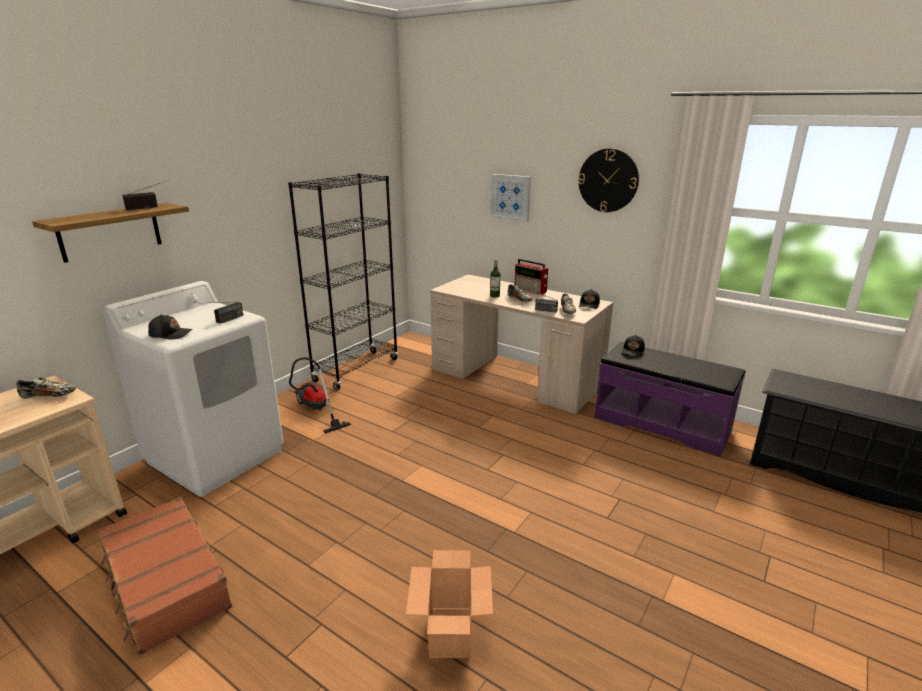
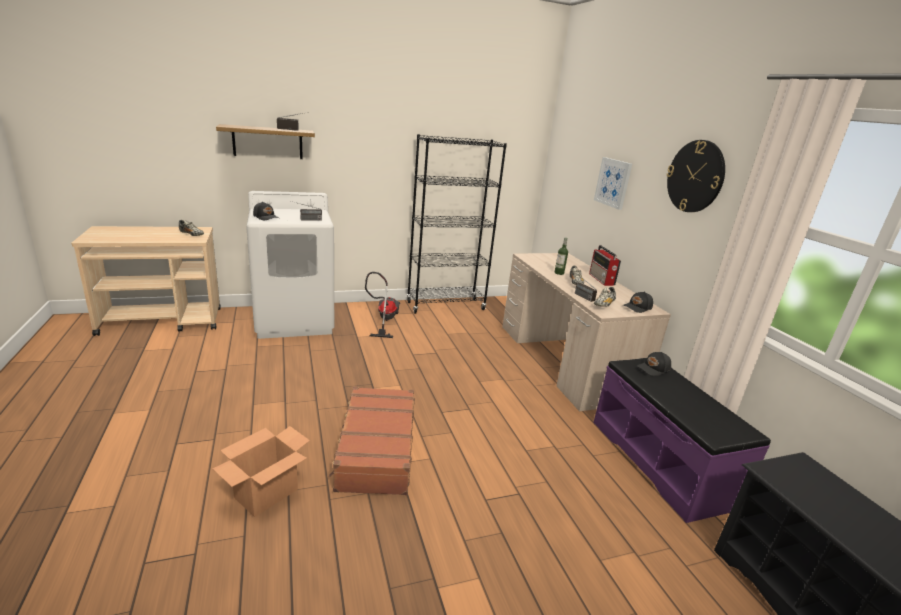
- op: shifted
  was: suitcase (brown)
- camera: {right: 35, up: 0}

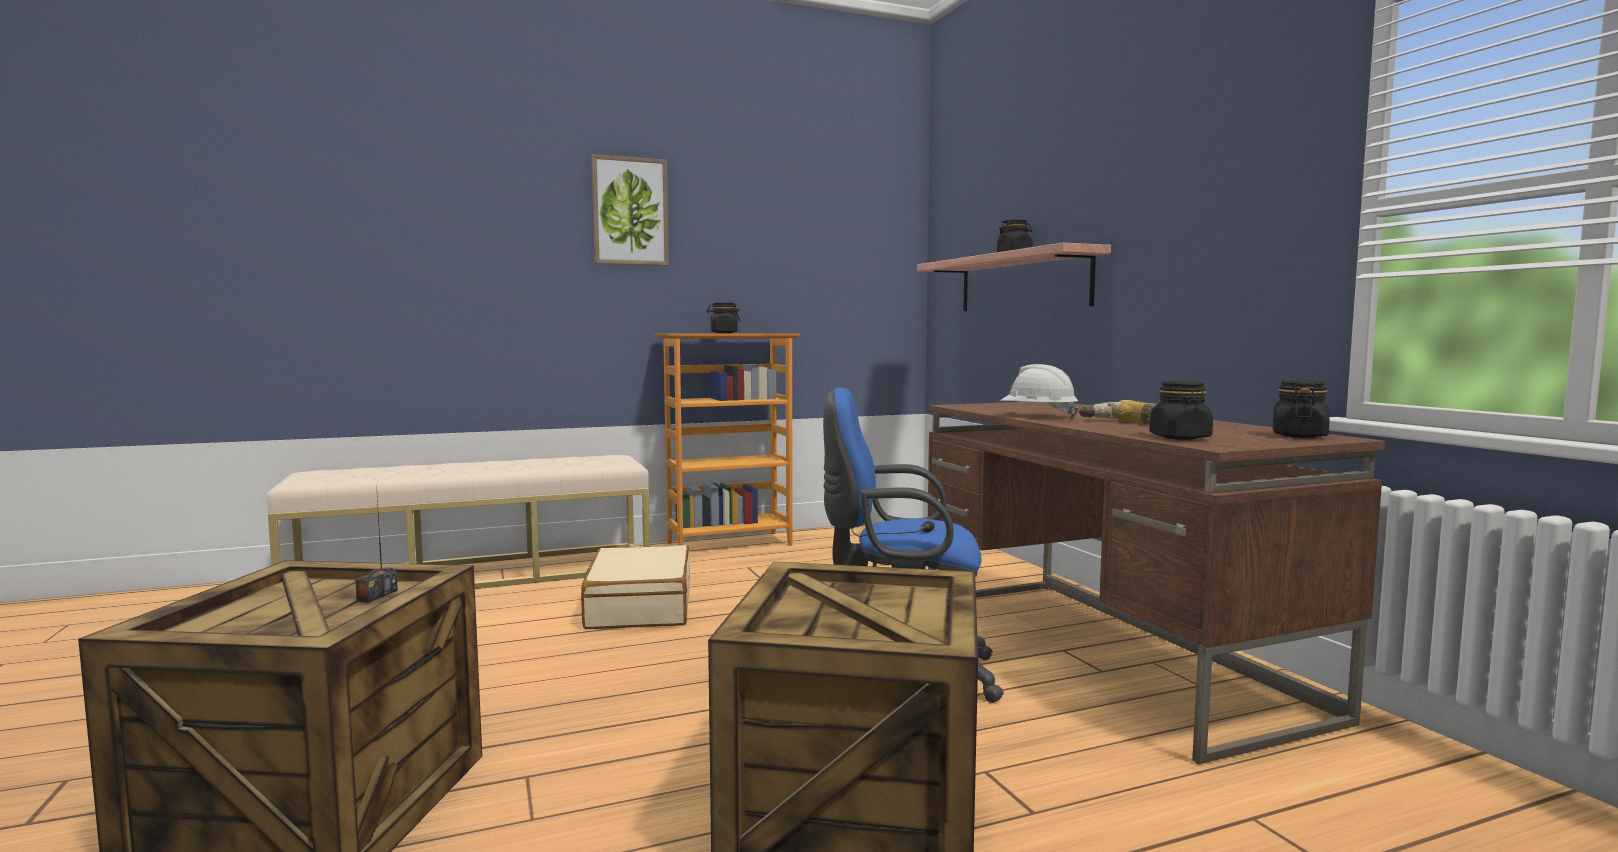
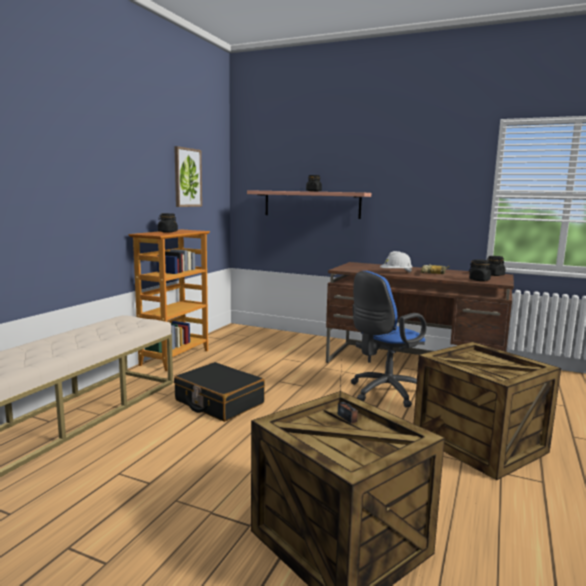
- op: repainted
  was: suitcase (beige-coloured)
  now: suitcase (black)
- op: shifted
  was: picture
- camera: {right: -45, up: 5}

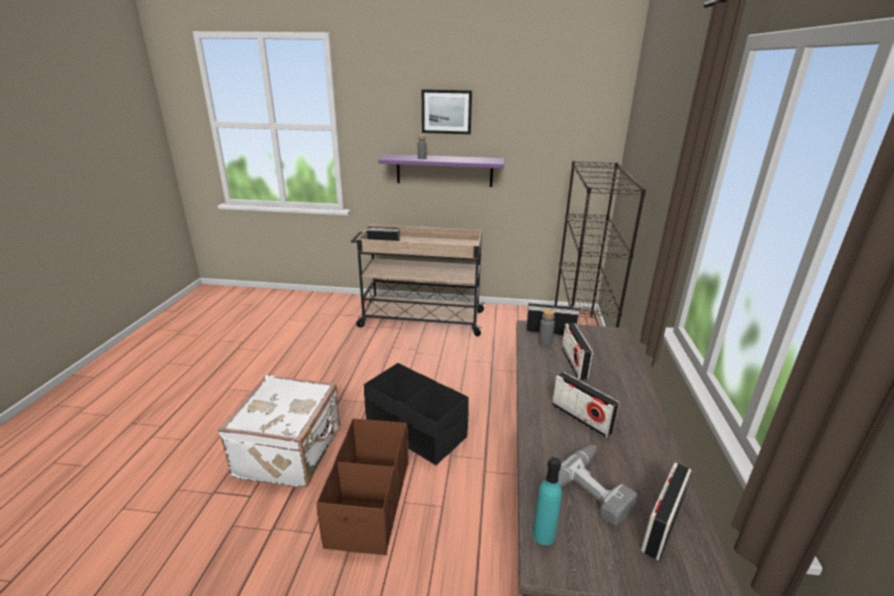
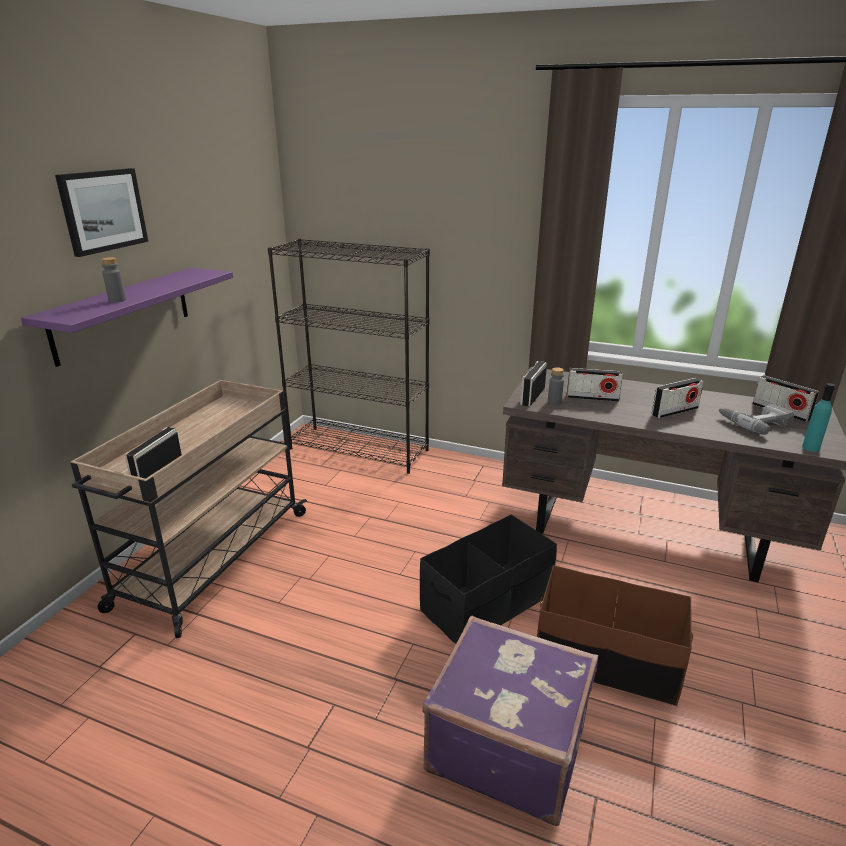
- op: repainted
  was: suitcase (white-coloured)
  now: suitcase (purple)
- camera: {right: -75, up: 0}

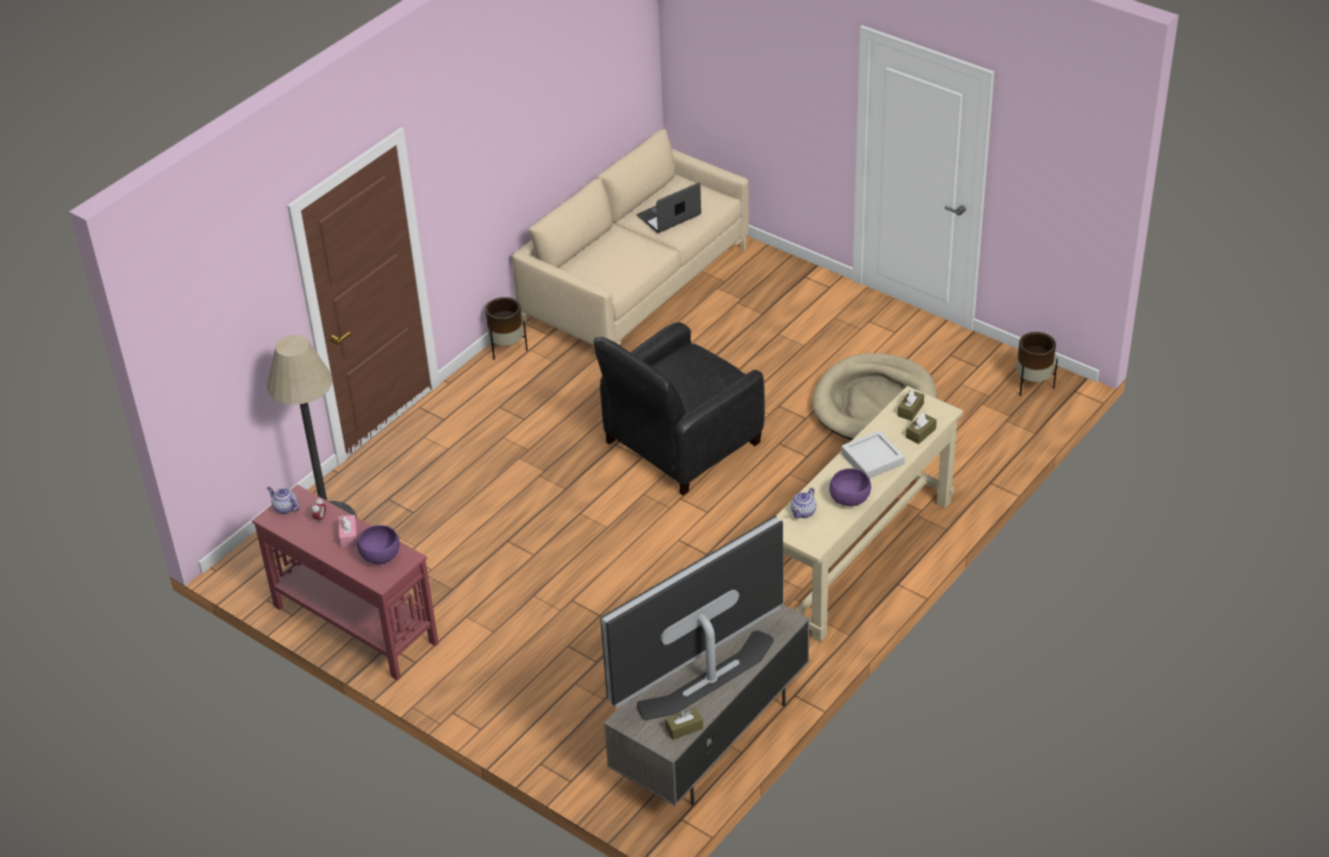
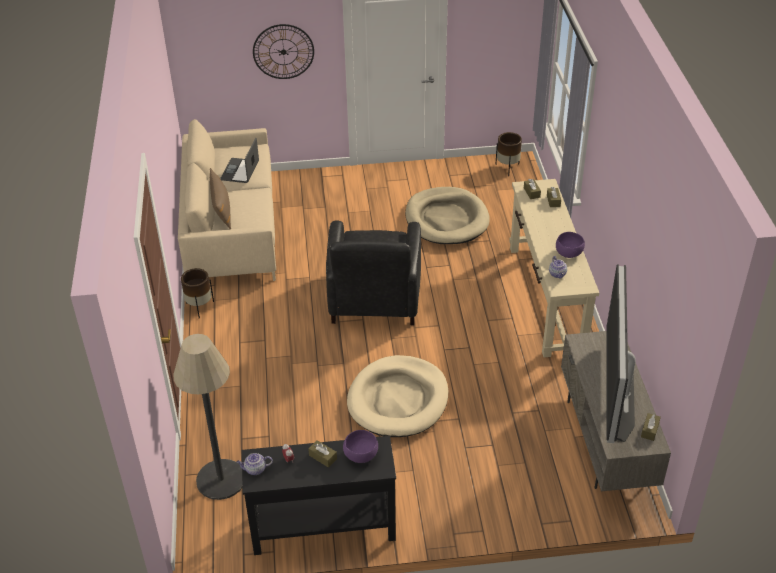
- op: repainted
  was: hall table (reddish)
  now: hall table (black)
- op: repainted
  was: tissue holder (pink-coloured)
  now: tissue holder (brown) (no. 1 from left)
- op: gone
  was: carrying tray (grey)
- op: new
  now: pillow (brown)
- op: new
  now: clock on the wall
- op: new
  now: dog cushion (beige-coloured) (no. 1 from left)
- camera: {right: -45, up: 0}

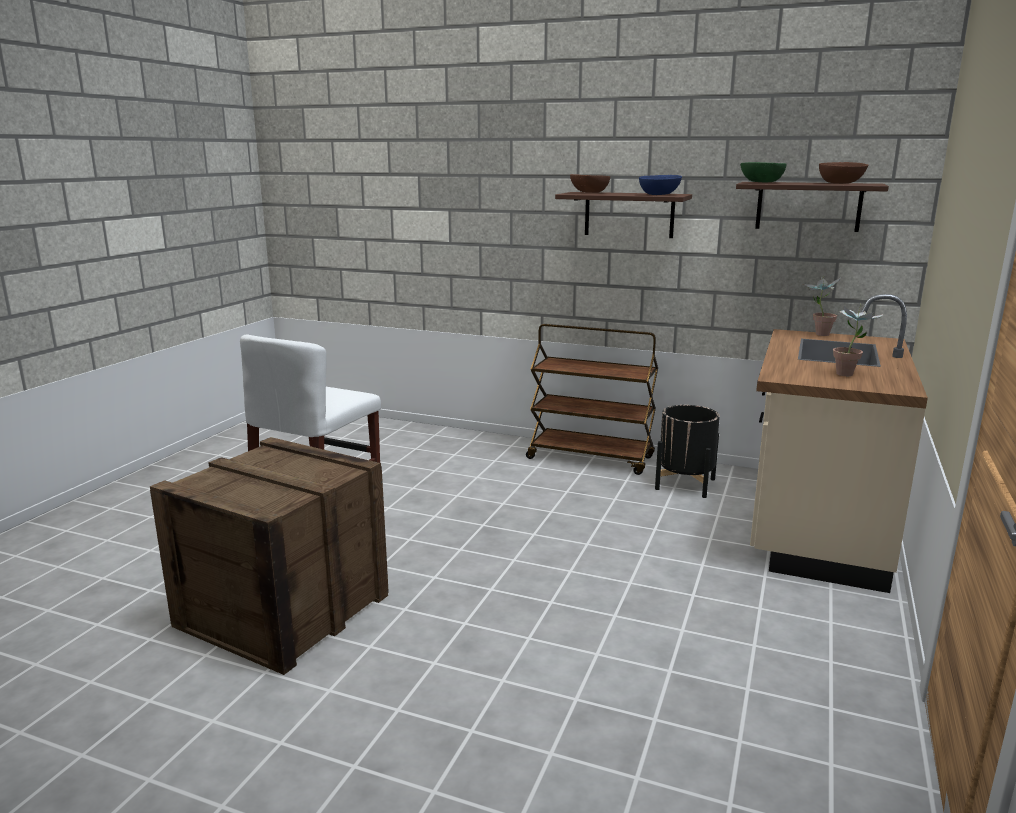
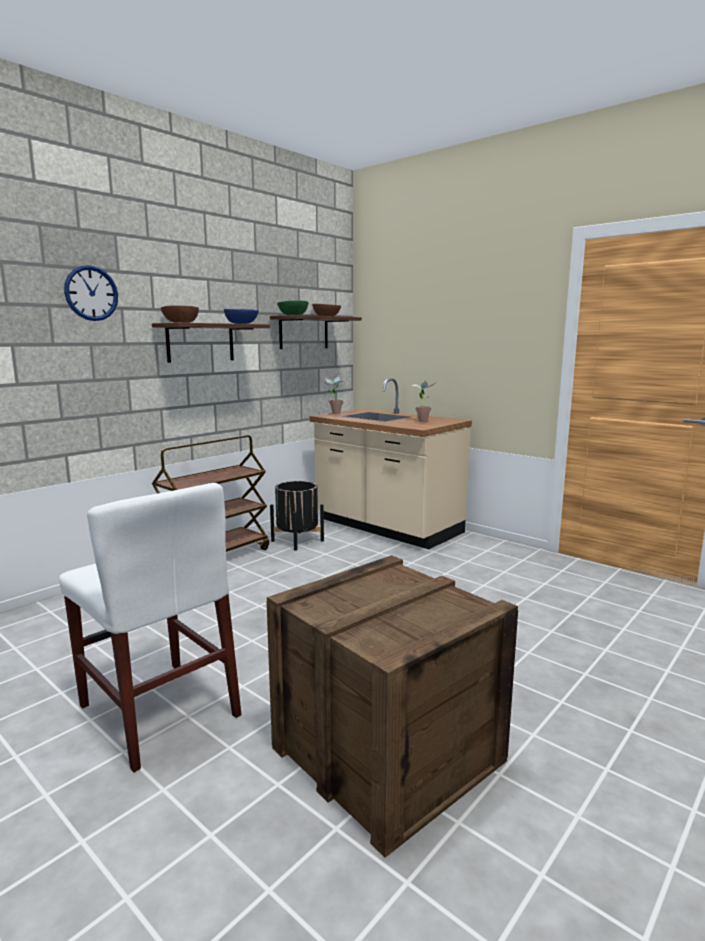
- op: new
  now: clock on the wall
- camera: {right: -70, up: -5}

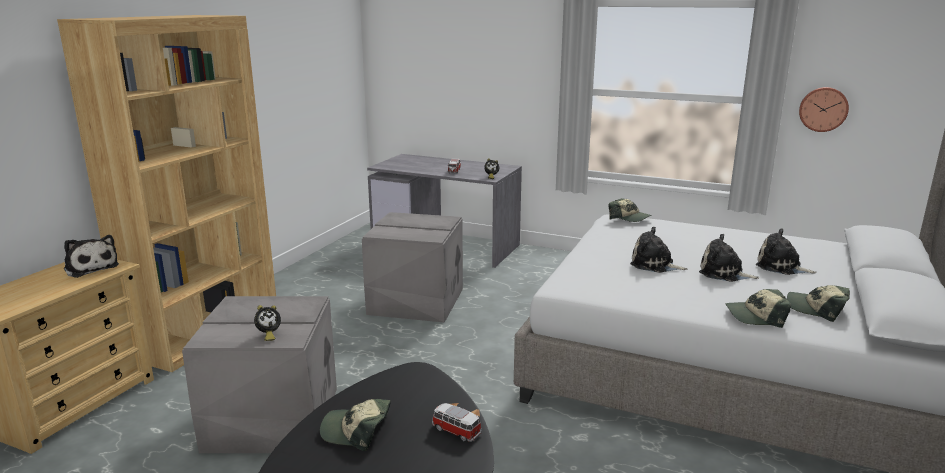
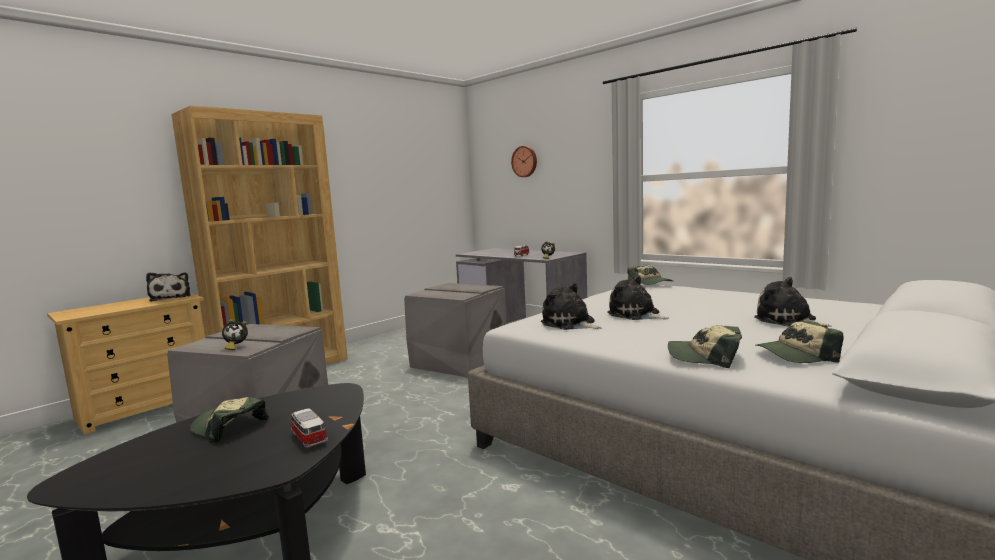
- op: shifted
  was: plush toy (no. 3 from left in the first image)
  now: plush toy (no. 2 from left)
- op: rotated
  was: peaked cap (no. 4 from left)
  clockwise: -60
- op: shifted
  was: clock on the wall
- camera: {right: 20, up: -10}

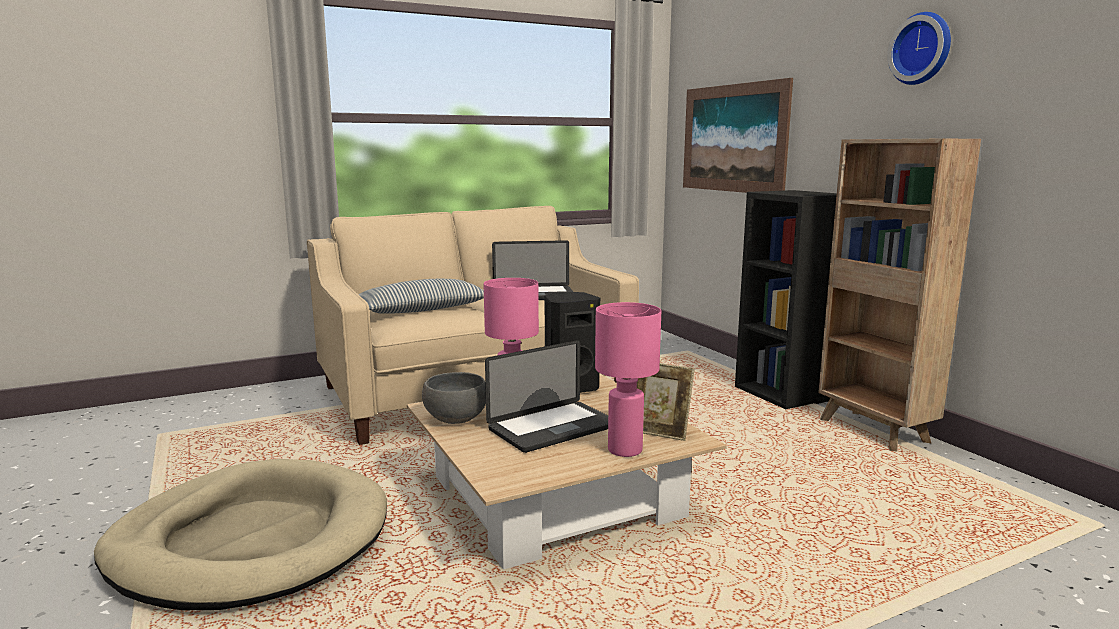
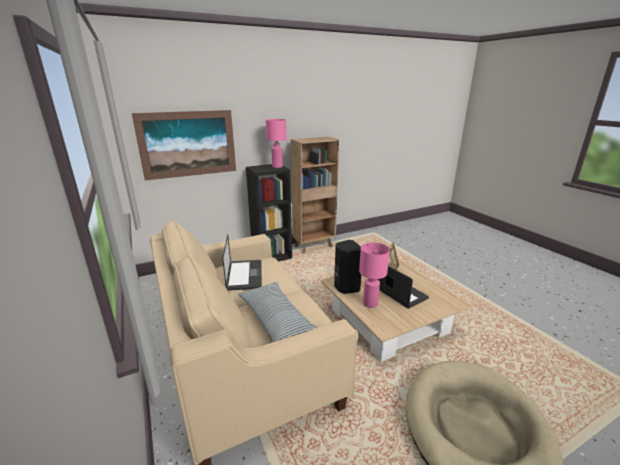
- op: gone
  was: serving bowl (grey)
- op: shifted
  was: lamp for a table (pink-coloured) (no. 2 from left in the first image)
  now: lamp for a table (pink-coloured) (no. 1 from left)
- op: gone
  was: clock on the wall
- camera: {right: -90, up: 10}

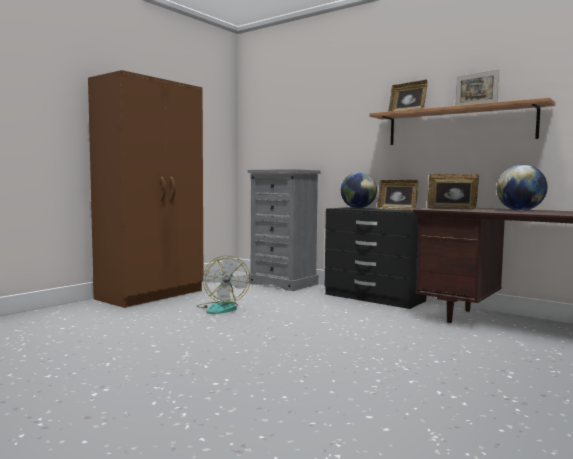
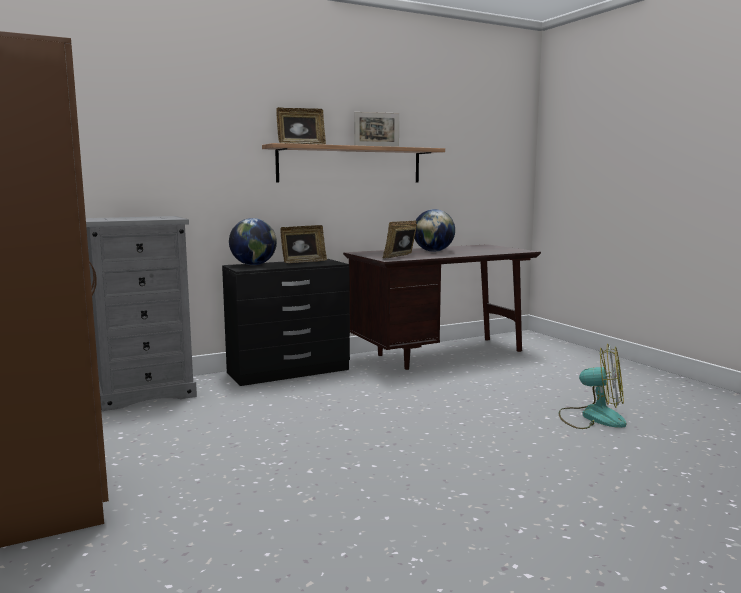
- op: shifted
  was: fan
- camera: {right: -65, up: 5}

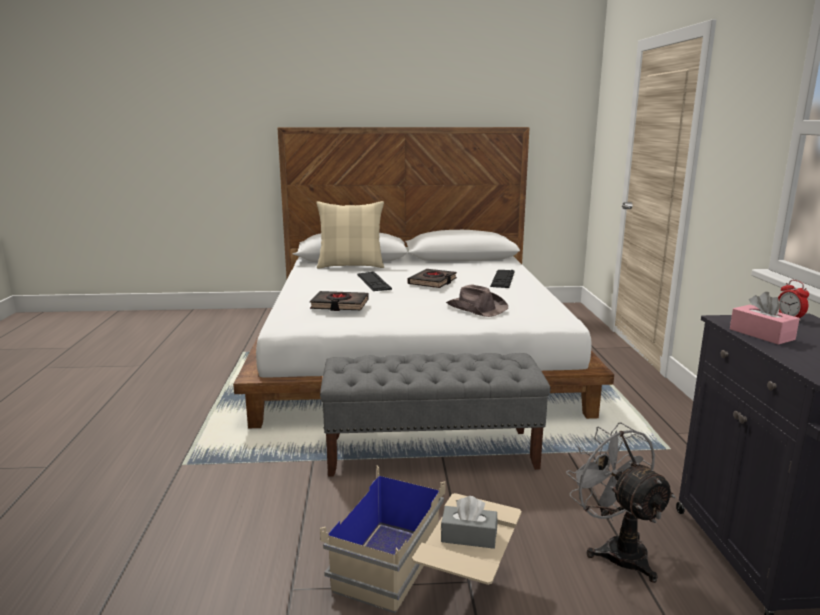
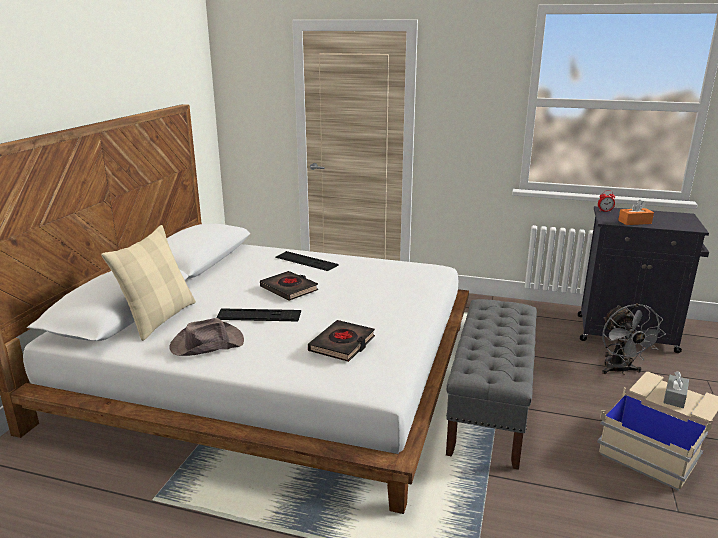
- op: shifted
  was: hat (brown)
- op: rotated
  was: fan (grey)
  clockwise: -90
- op: repainted
  was: tissue holder (pink-coloured)
  now: tissue holder (orangey)
- camera: {right: -70, up: 5}

